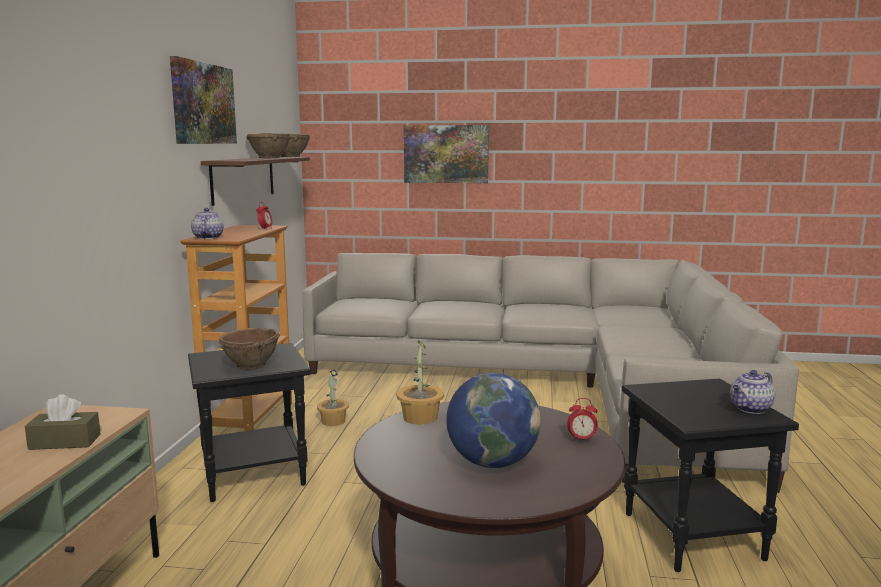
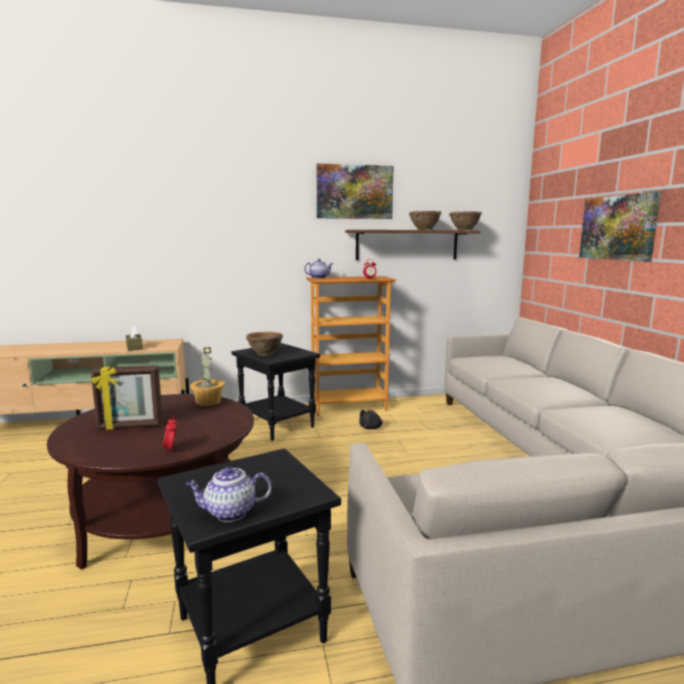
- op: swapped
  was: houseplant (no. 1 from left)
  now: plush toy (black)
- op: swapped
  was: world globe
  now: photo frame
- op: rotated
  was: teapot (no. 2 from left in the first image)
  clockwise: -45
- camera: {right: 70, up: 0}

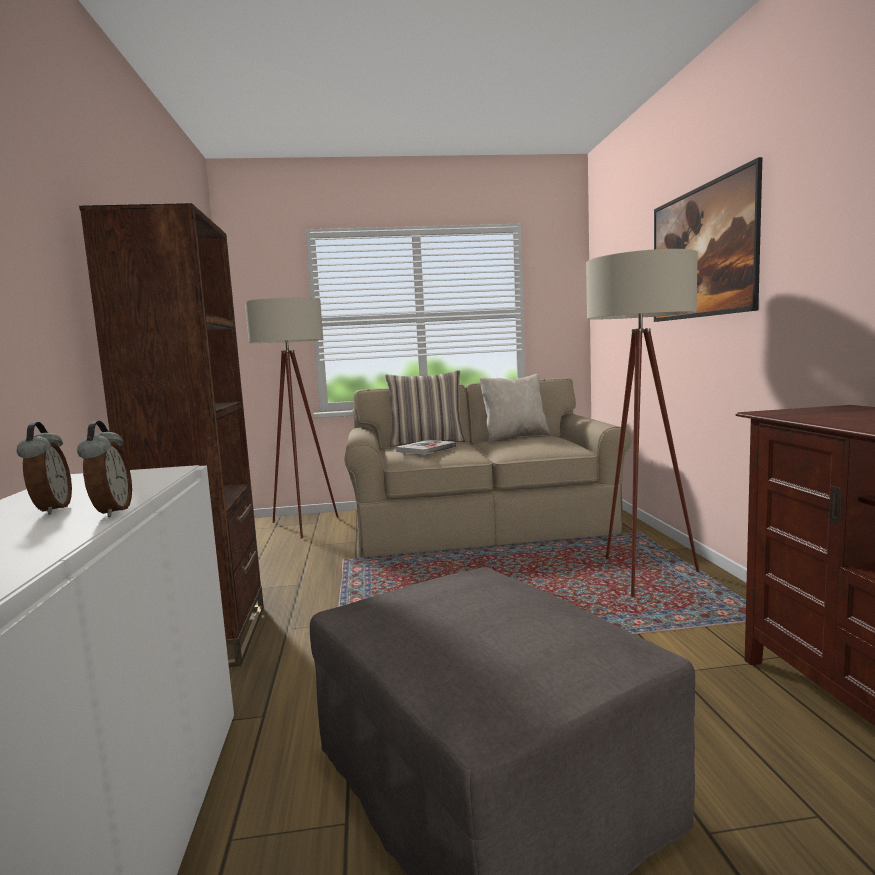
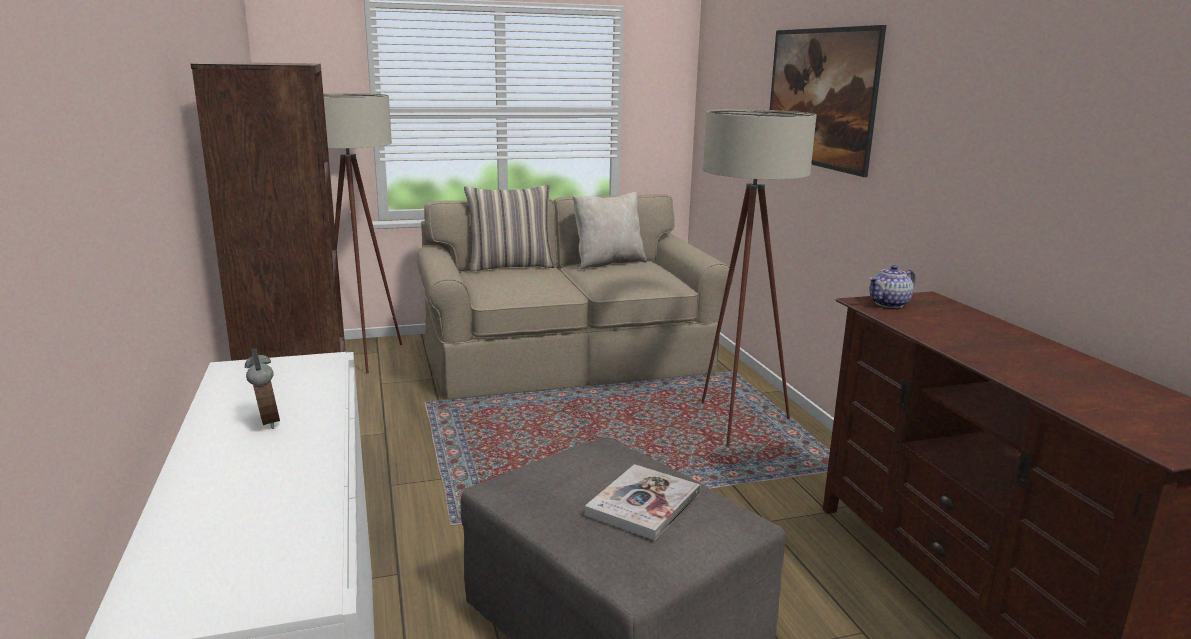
- op: gone
  was: table clock (no. 2 from left)
- op: shifted
  was: volume
- op: new
  now: teapot
- camera: {right: -10, up: 10}

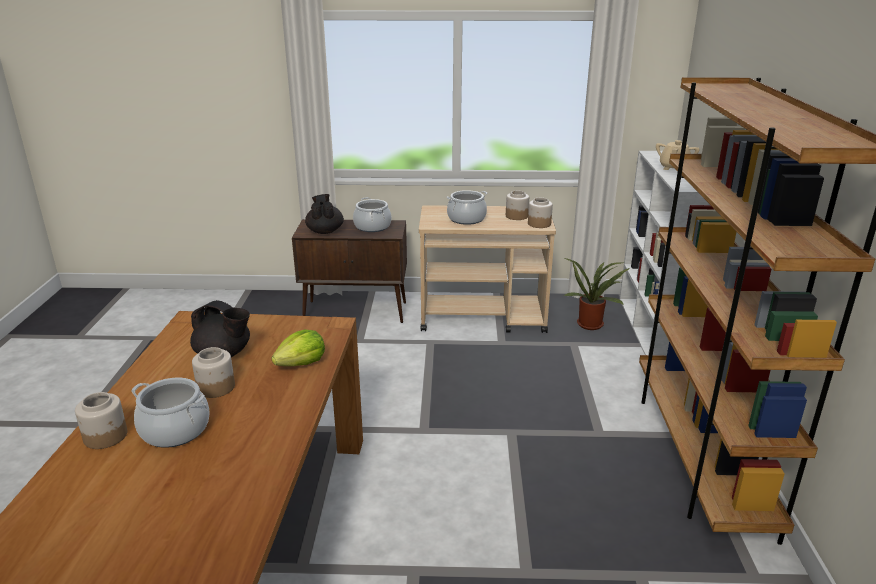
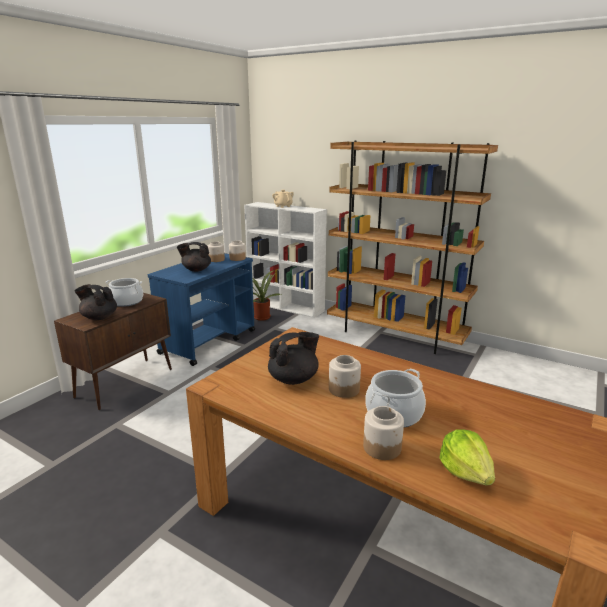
- op: shifted
  was: head of lettuce
- op: repainted
  was: wheeled cart (beige-coloured)
  now: wheeled cart (bluish)
- op: swapped
  was: stockpot (no. 3 from left)
  now: teapot (black) (no. 2 from left)
- camera: {right: -60, up: -5}

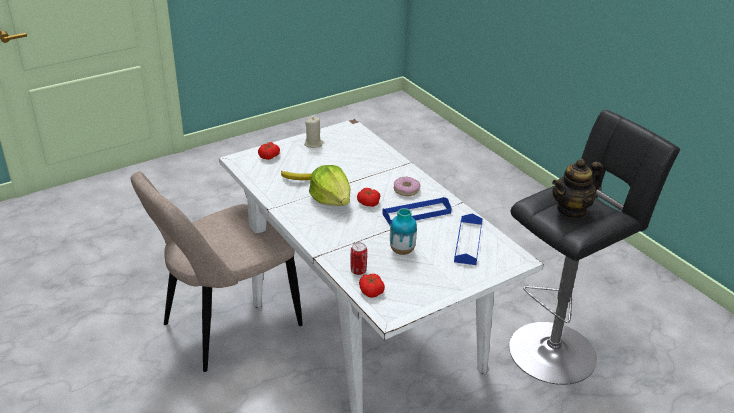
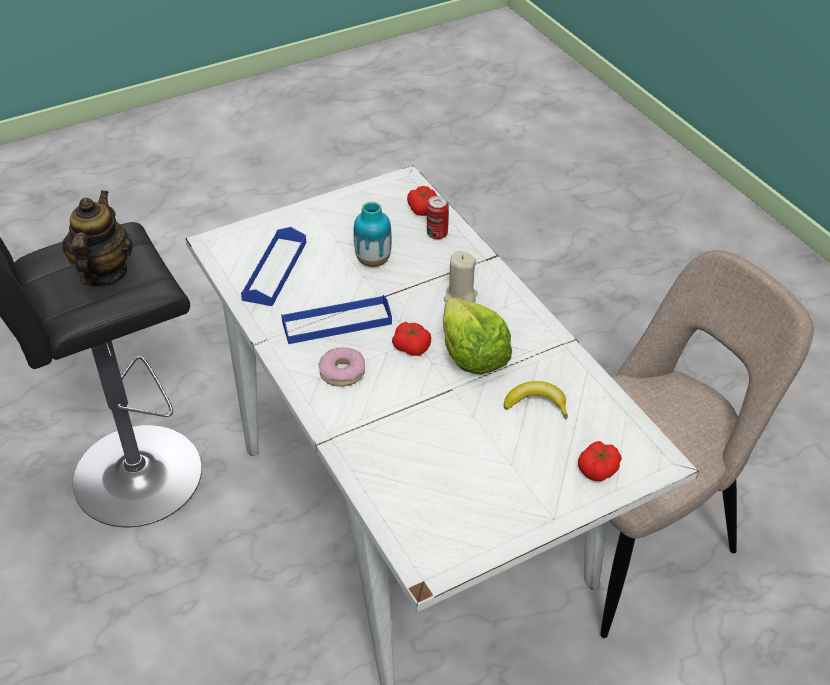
- op: shifted
  was: wax light (beige-coloured)
- op: rotated
  was: teapot
  clockwise: -60
- camera: {right: -175, up: 10}

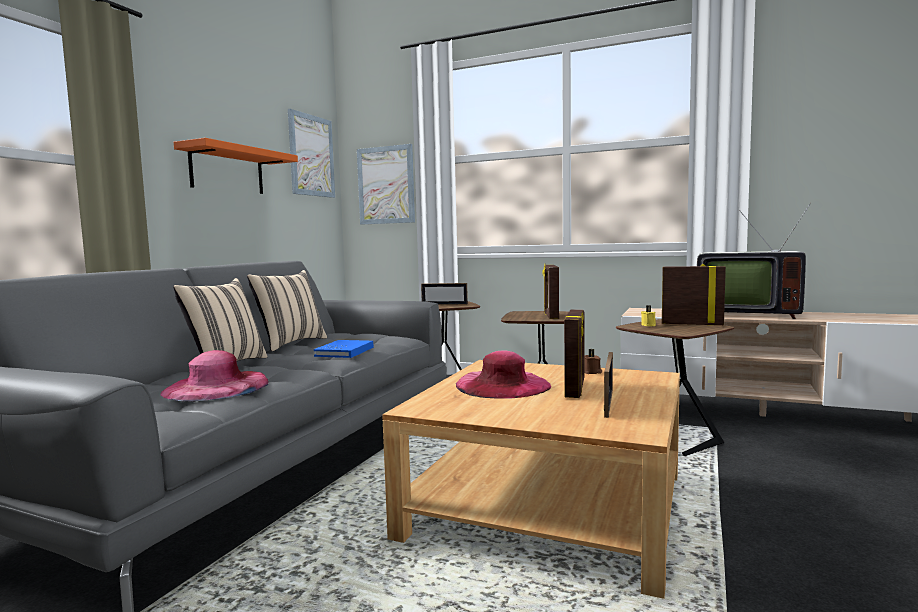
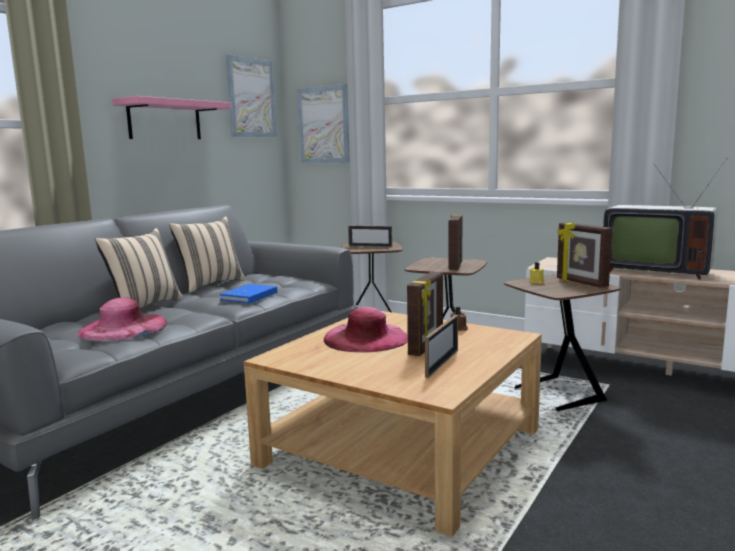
- op: repainted
  was: wall shelf (orangey)
  now: wall shelf (pink-coloured)
- op: rotated
  was: photo frame (no. 5 from left)
  clockwise: -150
- camera: {right: 10, up: 5}

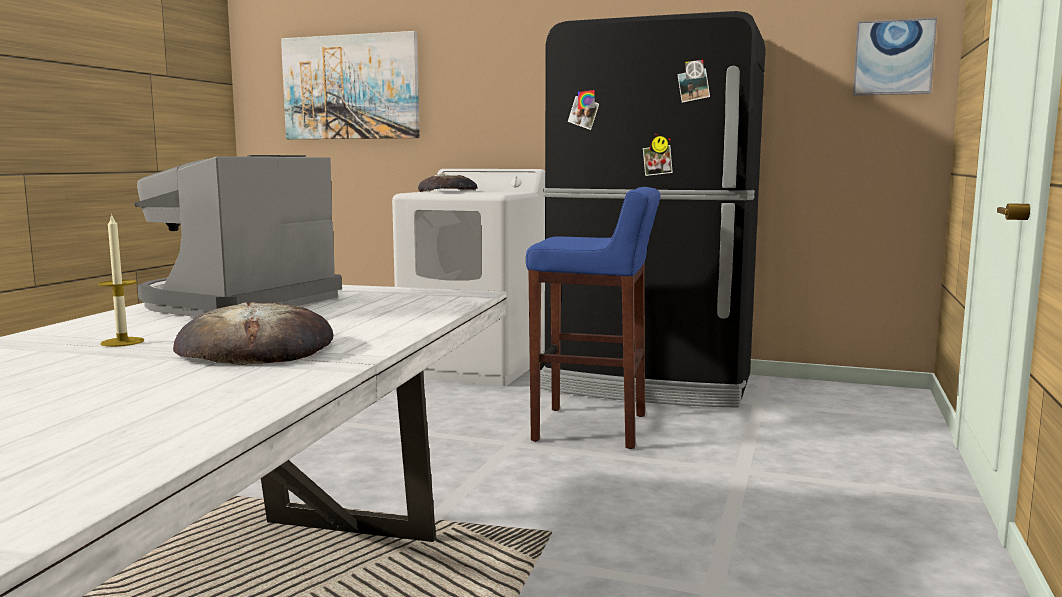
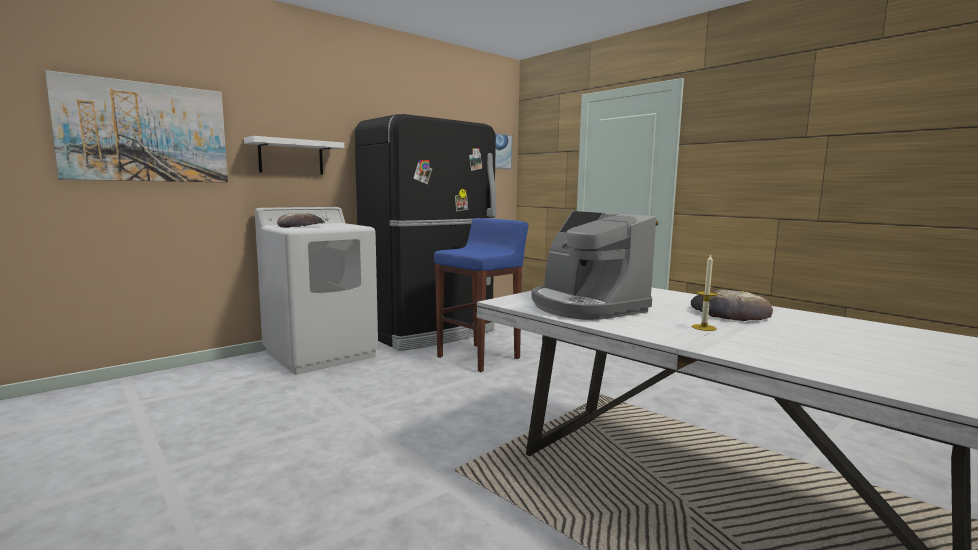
- op: new
  now: wall shelf (white-coloured)
- camera: {right: -60, up: 0}

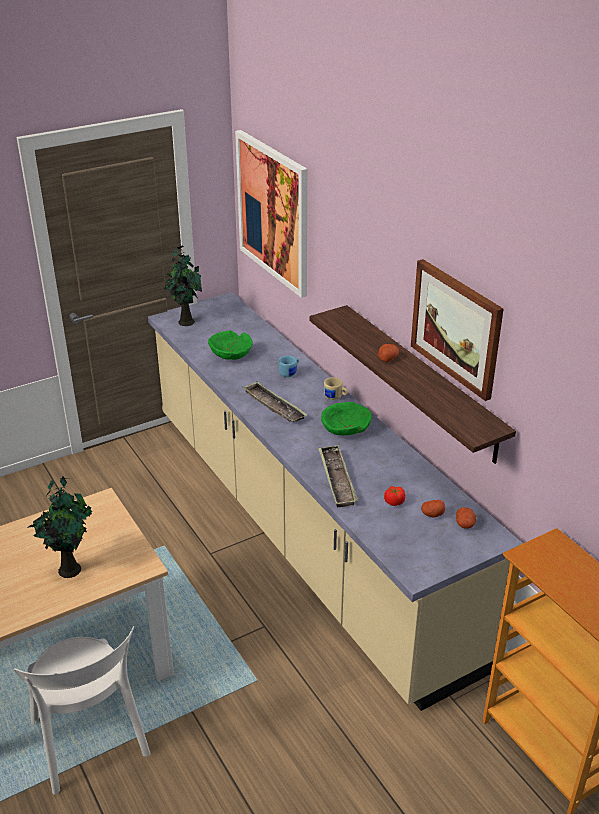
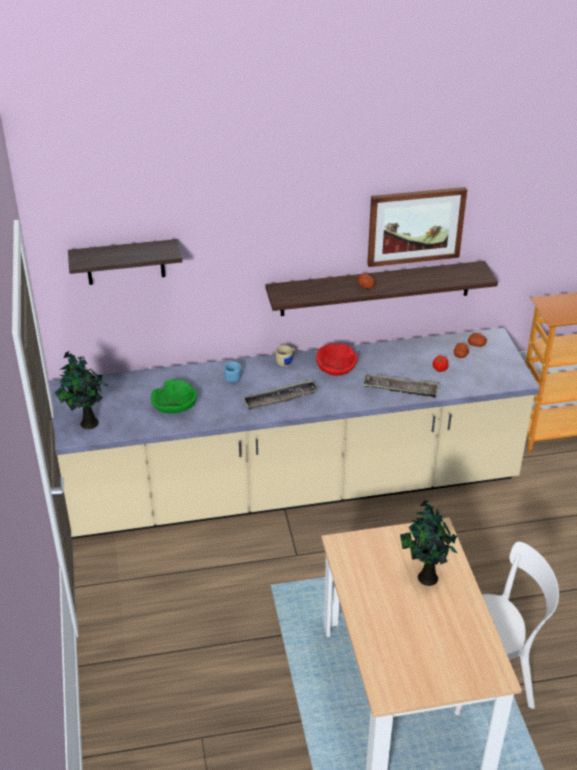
- op: swapped
  was: picture (no. 1 from left)
  now: wall shelf (no. 1 from left)
- op: repainted
  was: serving bowl (green-coloured) (no. 2 from left)
  now: serving bowl (reddish)
- camera: {right: -70, up: 5}

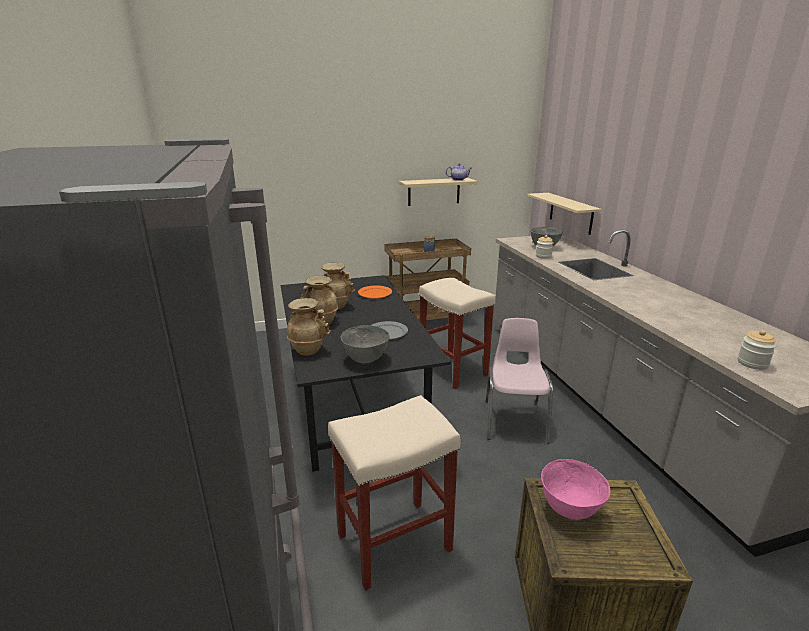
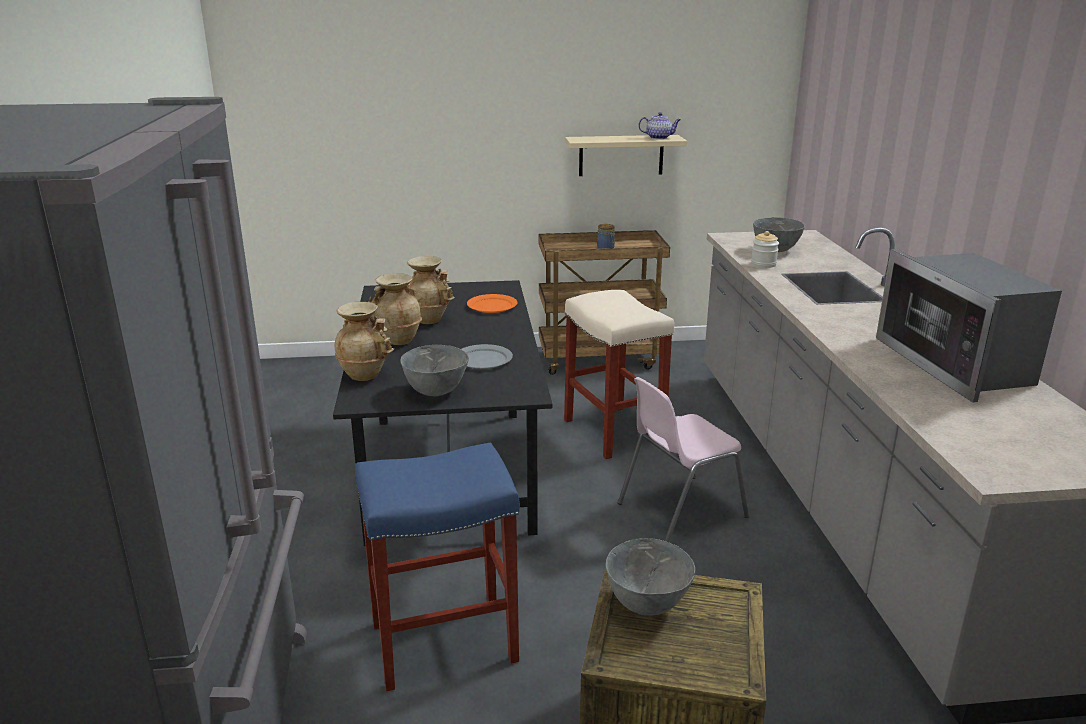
- op: repainted
  was: stool (beige-coloured) (no. 1 from left)
  now: stool (bluish)
- op: rotated
  was: chair (pink-coloured)
  clockwise: -135
- op: gone
  was: wall shelf (beige-coloured) (no. 2 from left)
- op: repainted
  was: serving bowl (pink-coloured)
  now: serving bowl (grey) (no. 2 from left)
- op: gone
  was: preserve jar (no. 3 from left)
- op: new
  now: microwave
- camera: {right: 10, up: 0}

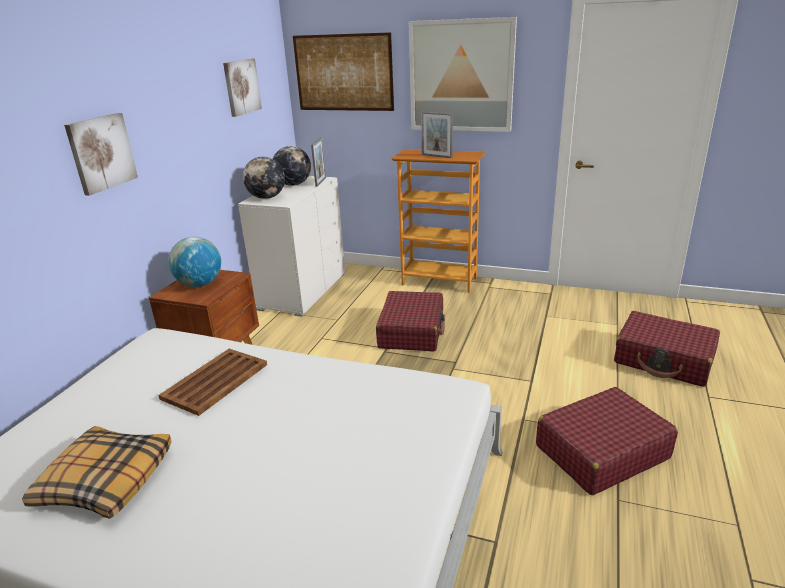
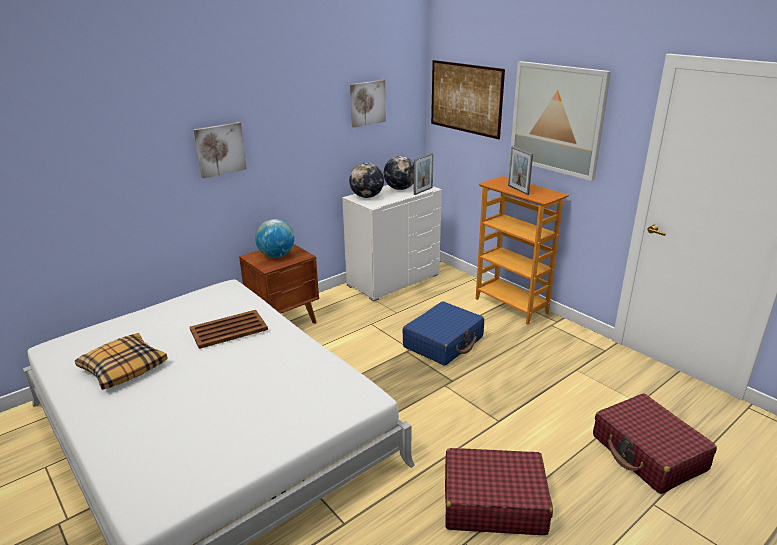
- op: repainted
  was: suitcase (reddish) (no. 1 from left)
  now: suitcase (bluish)
- camera: {right: 30, up: 0}

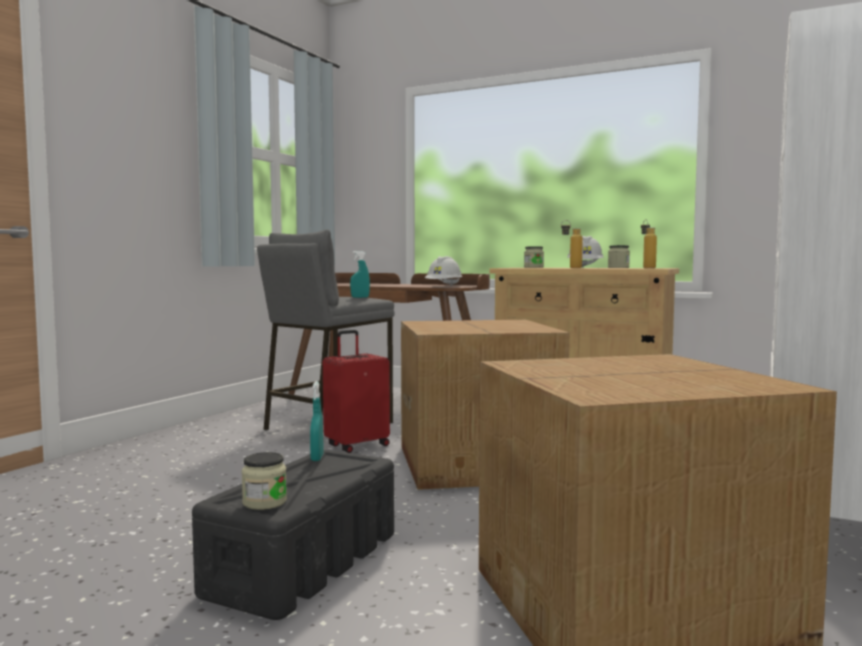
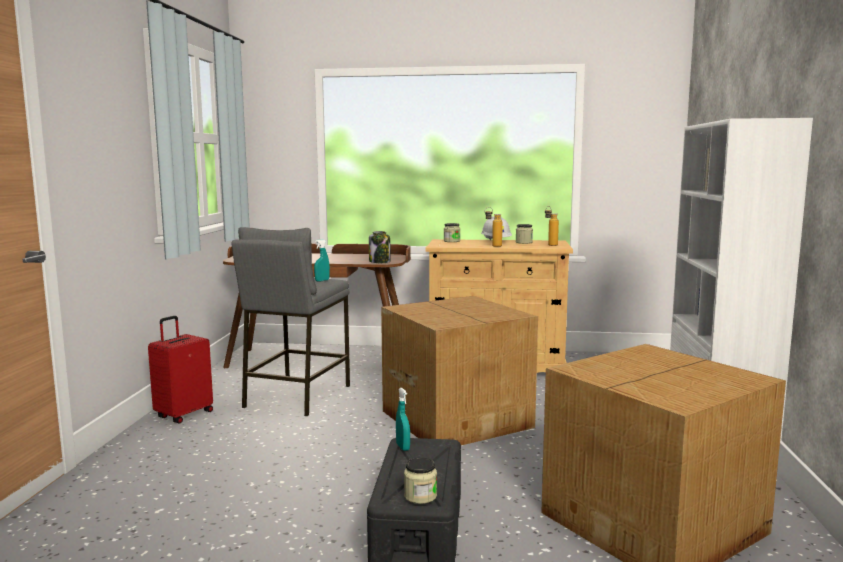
- op: shifted
  was: suitcase (reddish)
- op: swapped
  was: work helmet (white-coloured) (no. 1 from left)
  now: preserve jar (no. 1 from left)
- camera: {right: -20, up: 5}

